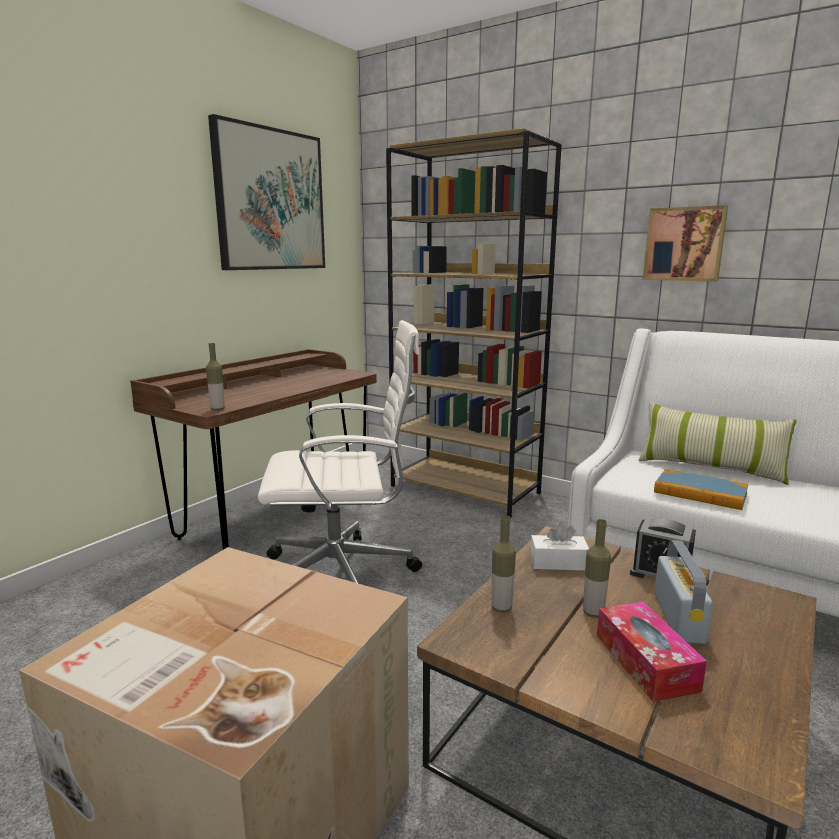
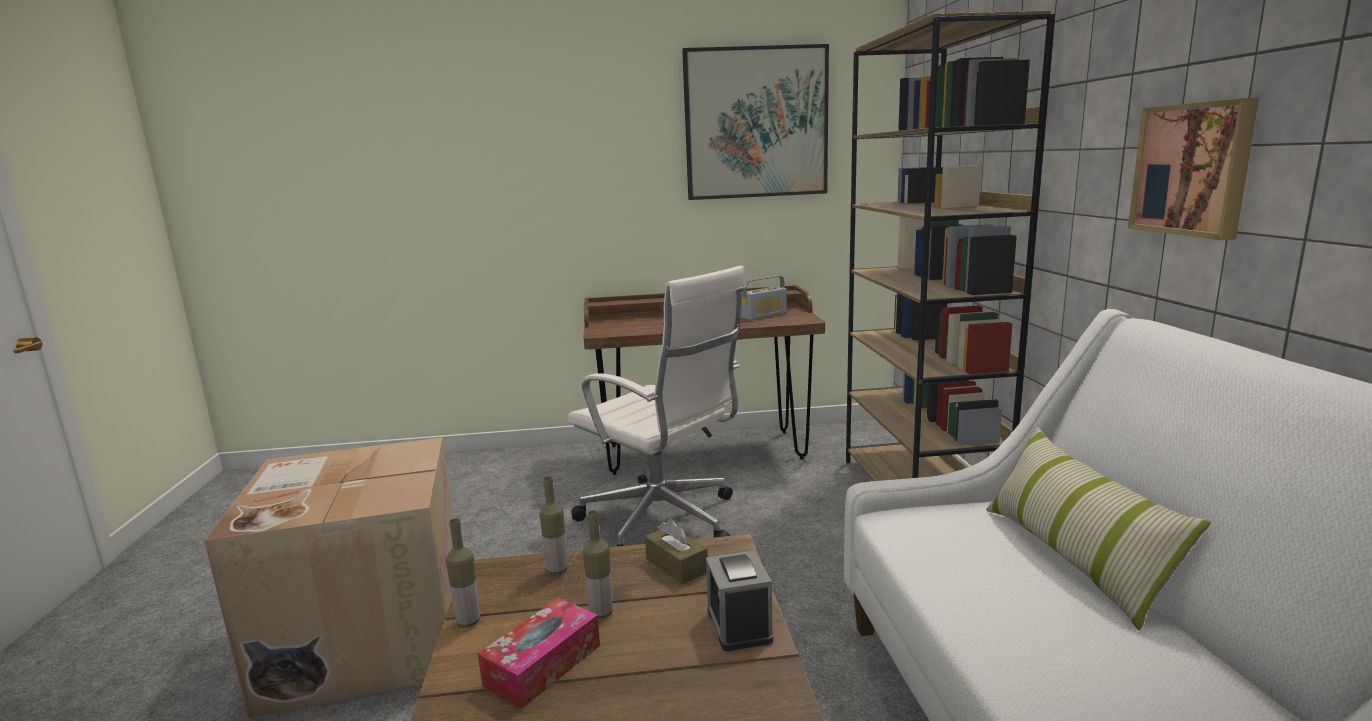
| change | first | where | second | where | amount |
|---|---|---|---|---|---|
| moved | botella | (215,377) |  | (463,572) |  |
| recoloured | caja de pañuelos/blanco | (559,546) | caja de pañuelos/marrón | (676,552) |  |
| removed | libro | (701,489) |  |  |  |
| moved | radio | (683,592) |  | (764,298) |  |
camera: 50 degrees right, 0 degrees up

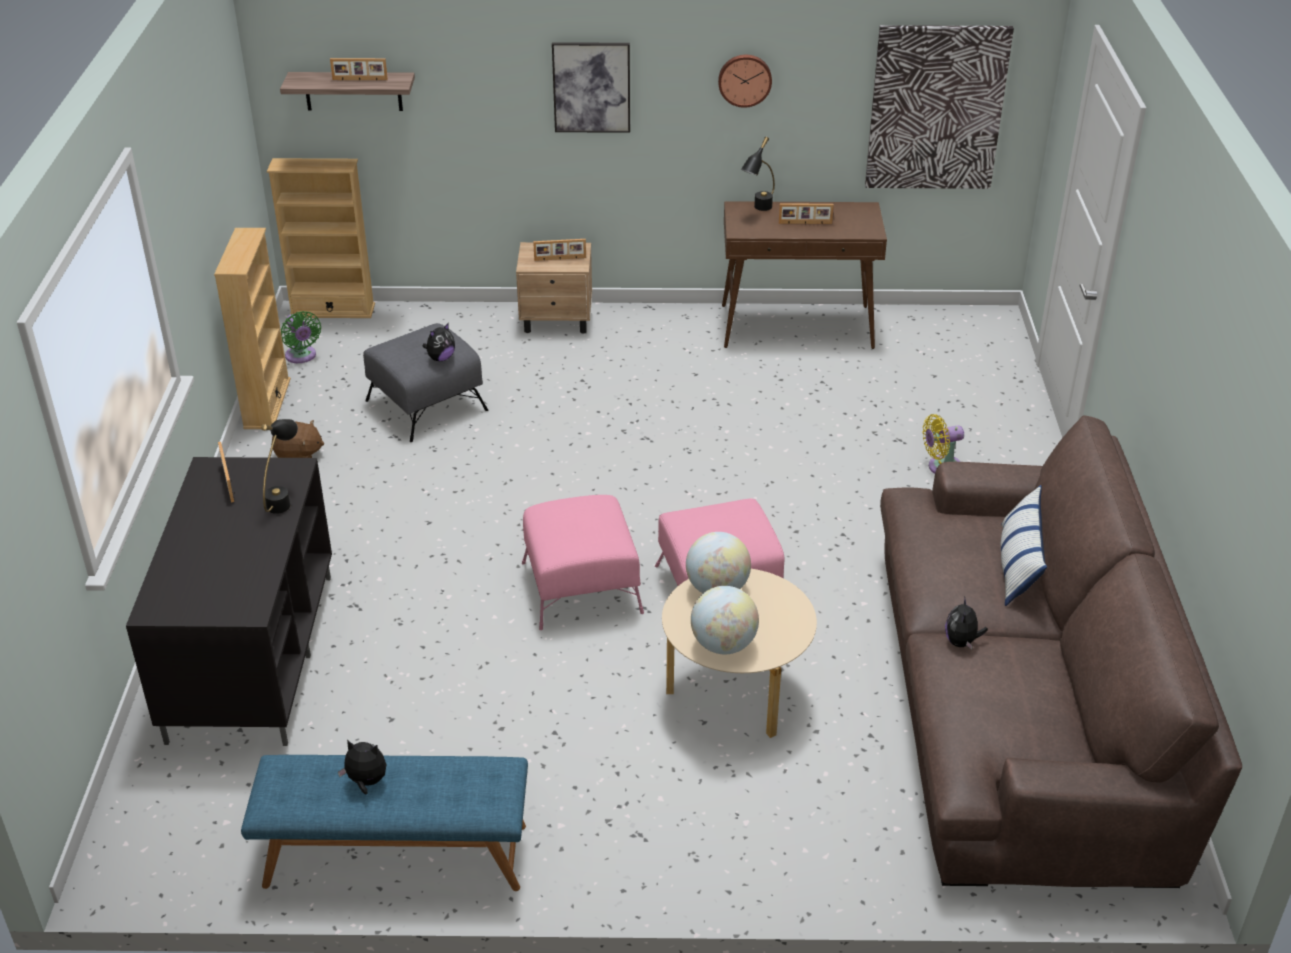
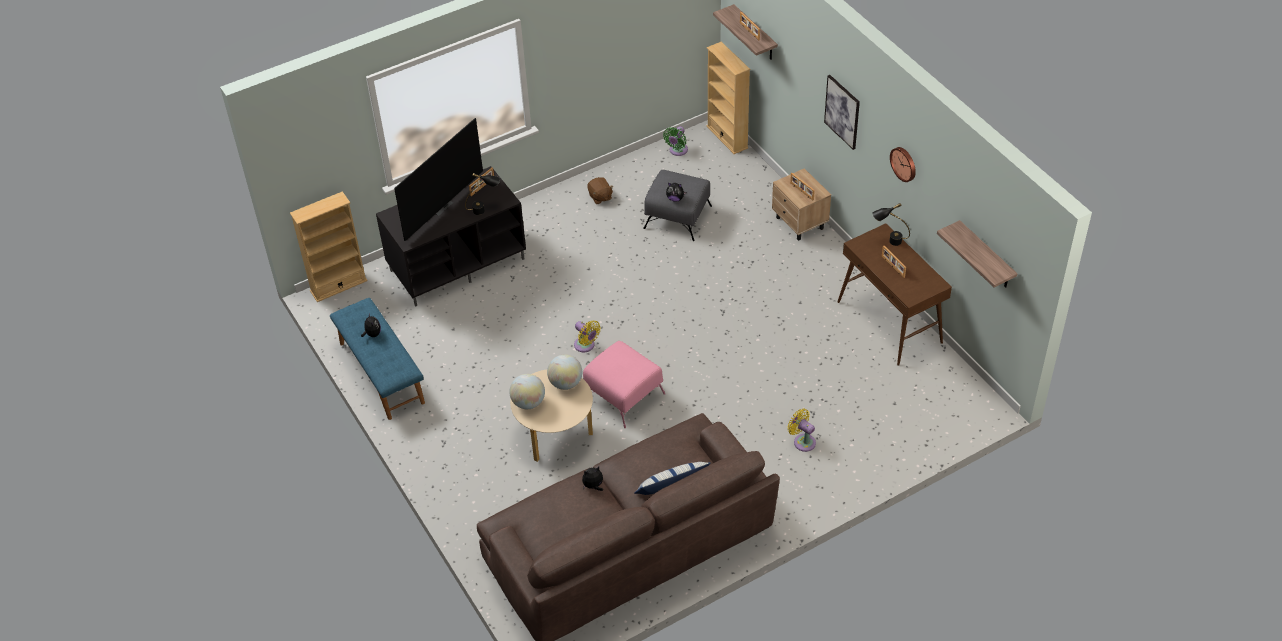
| change | first | where | second | where | amount |
|---|---|---|---|---|---|
| moved | estantería/beis | (252,328) |  | (328,246) |  |
| replaced | puf/rosa | (583,562) | ventilador/amarillo | (587,336) |  |
| replaced | cuadro | (939,107) | estante | (977,253) |  |
| added |  |  | televisor | (438,179) |  |
camera: 60 degrees right, 10 degrees up

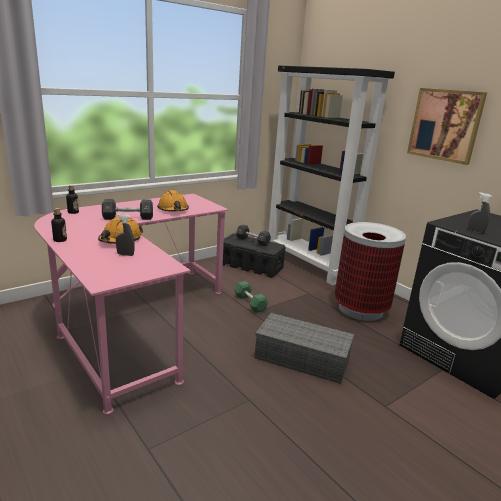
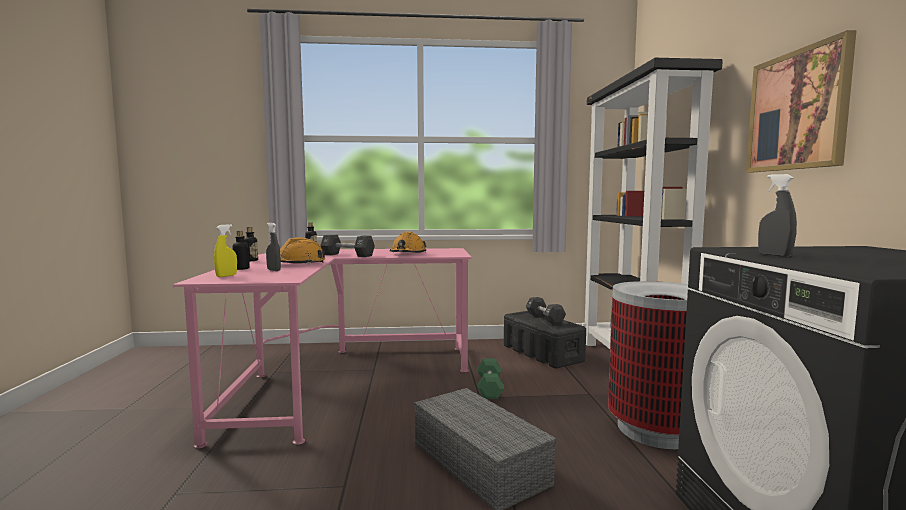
| change | first | where | second | where | amount |
|---|---|---|---|---|---|
| added |  |  | pulverizador/amarillo | (225,250) |  |
| added |  |  | botella | (241,250) |  |
camera: 35 degrees right, 15 degrees down

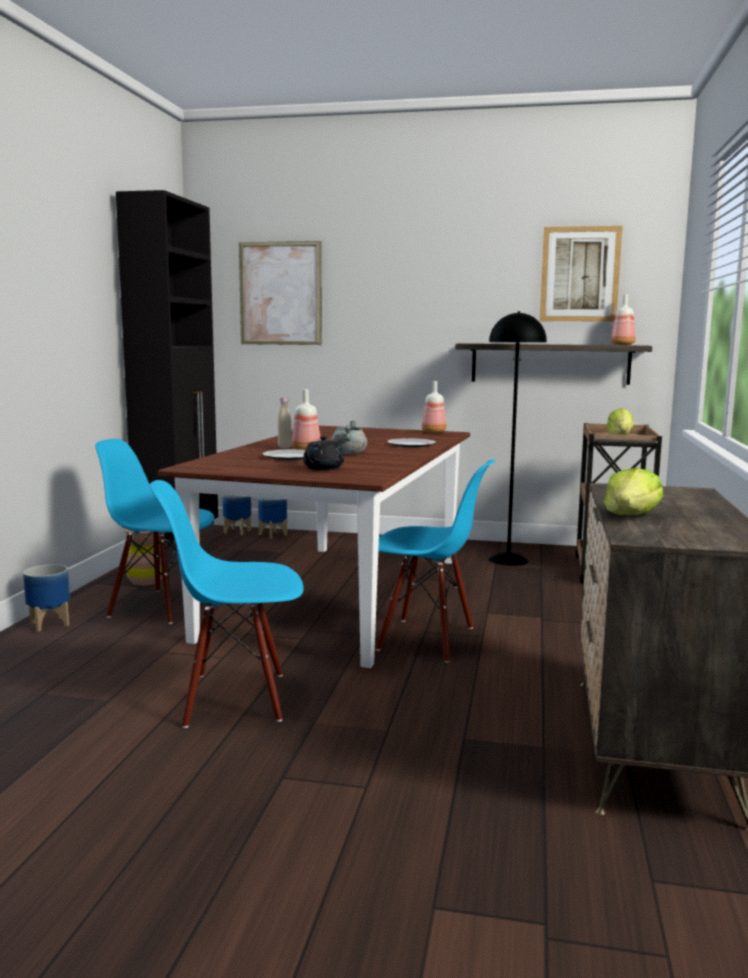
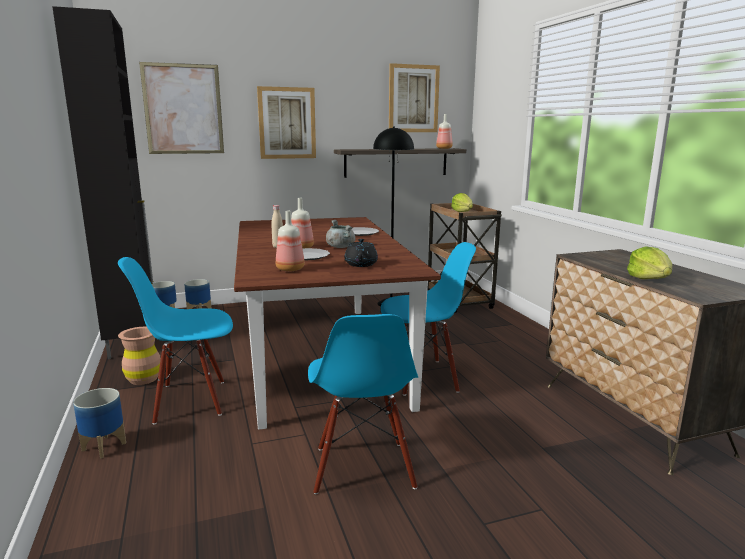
| change | first | where | second | where | amount |
|---|---|---|---|---|---|
| turned | silla/azul | (227,604) |  | (363,404) | 60 degrees counterclockwise |
| moved | botella | (434,407) |  | (290,241) |  |
| added |  |  | cuadro | (286,122) |  |
camera: 30 degrees left, 5 degrees up

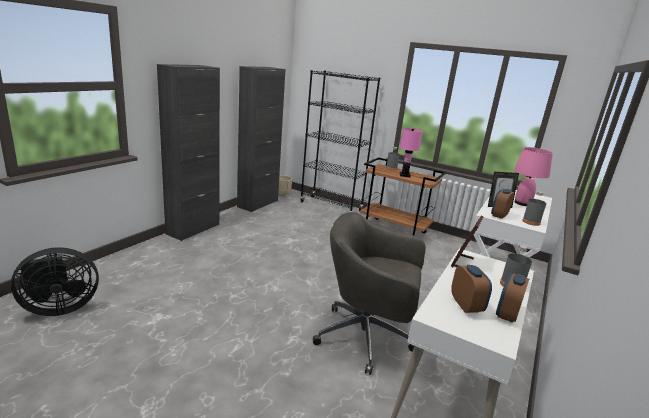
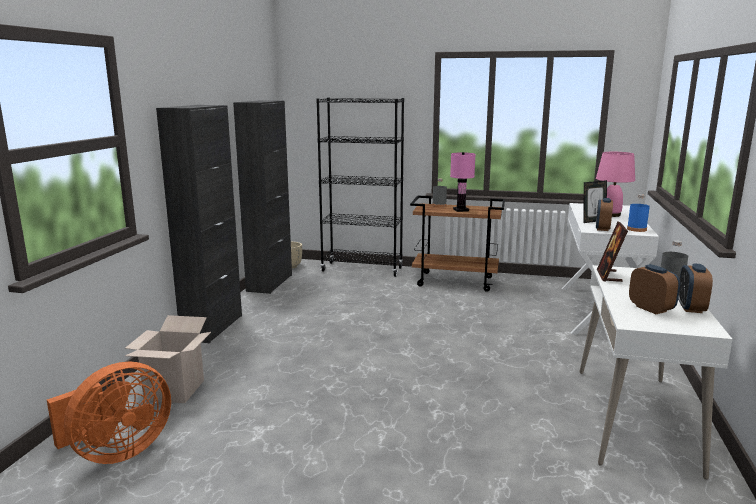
| change | first | where | second | where | amount |
|---|---|---|---|---|---|
| recoloured | ventilador/negro | (55,281) | ventilador/naranja | (109,412) |  |
| removed | silla de oficina/gris | (369,293) |  |  |  |
| recoloured | botella/gris | (534,208) | botella/azul | (638,213) |  |
| added |  |  | caja de cartón | (168,359) |  |
camera: 15 degrees left, 5 degrees down

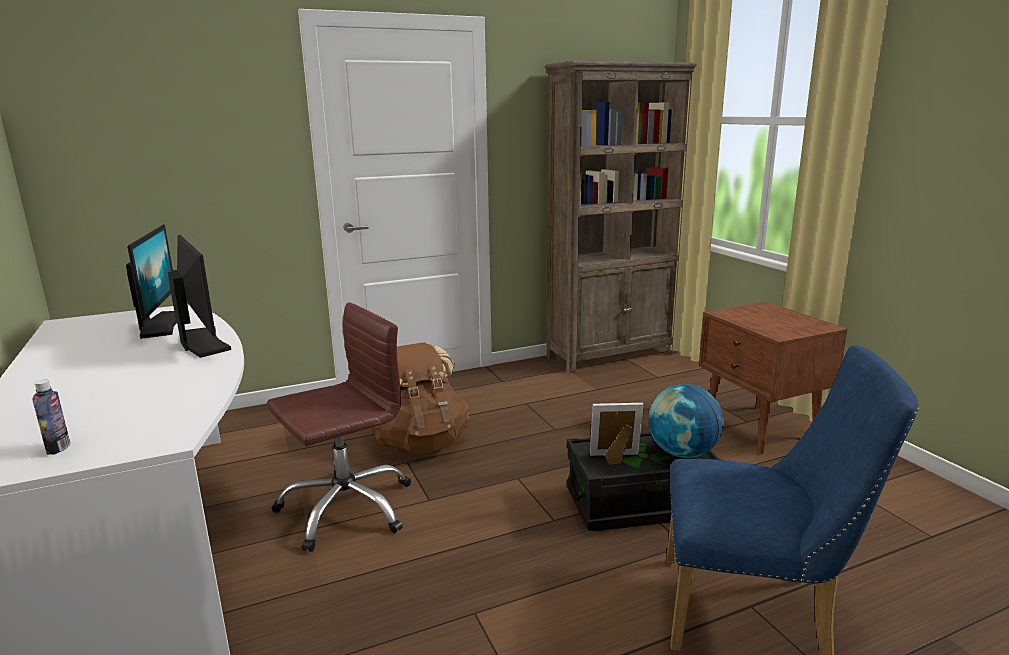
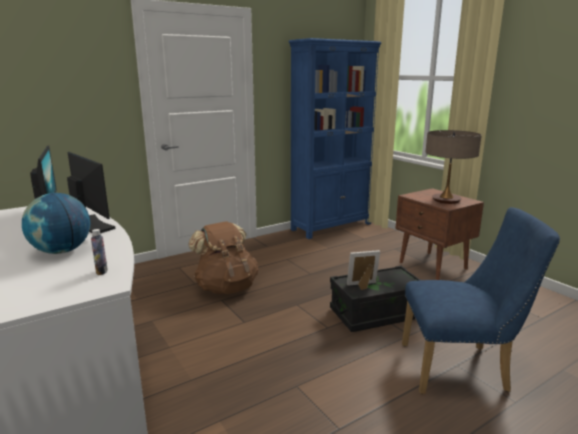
| change | first | where | second | where | amount |
|---|---|---|---|---|---|
| moved | botella | (51,417) |  | (99,252) |  |
| removed | silla de oficina/marrón | (339,427) |  |  |  |
| recoloured | estantería/marrón | (621,216) | estantería/azul | (335,138) |  |
| moved | globo terráqueo | (686,421) |  | (56,223) |  |
| added |  |  | lámpara de mesa | (453,167) |  |
camera: 10 degrees left, 0 degrees up

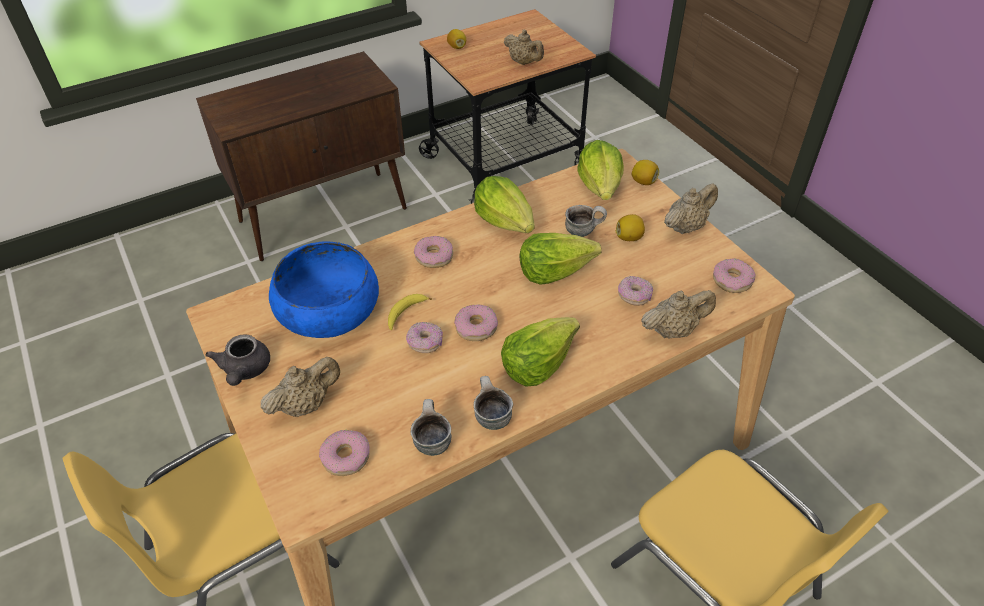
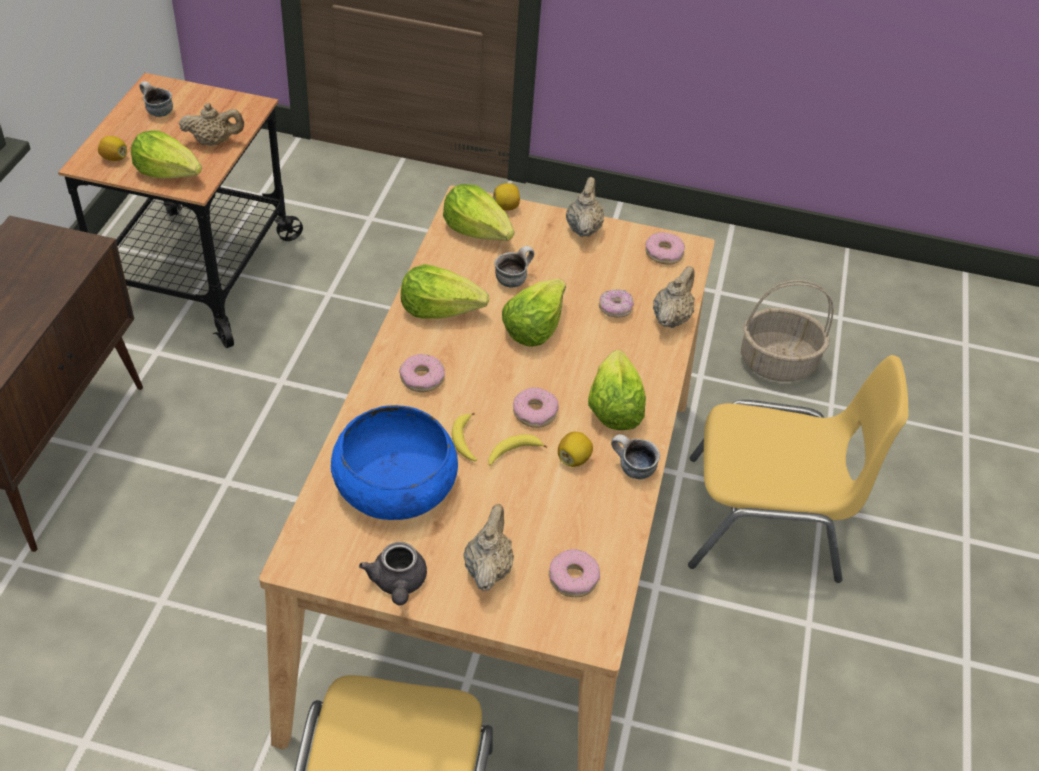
| change | first | where | second | where | amount |
|---|---|---|---|---|---|
| turned | tetera/gris | (237,360) |  | (393,574) | 45 degrees clockwise |
| replaced | rosquilla | (424,337) | plátano | (517,450) |  |
| moved | taza grande | (431,427) |  | (156,99) |  |
| moved | limón | (630,227) |  | (575,449) |  |
| added |  |  | lechuga | (166,154) |  |
| added |  |  | cesta | (787,331) |  |
camera: 50 degrees left, 0 degrees up

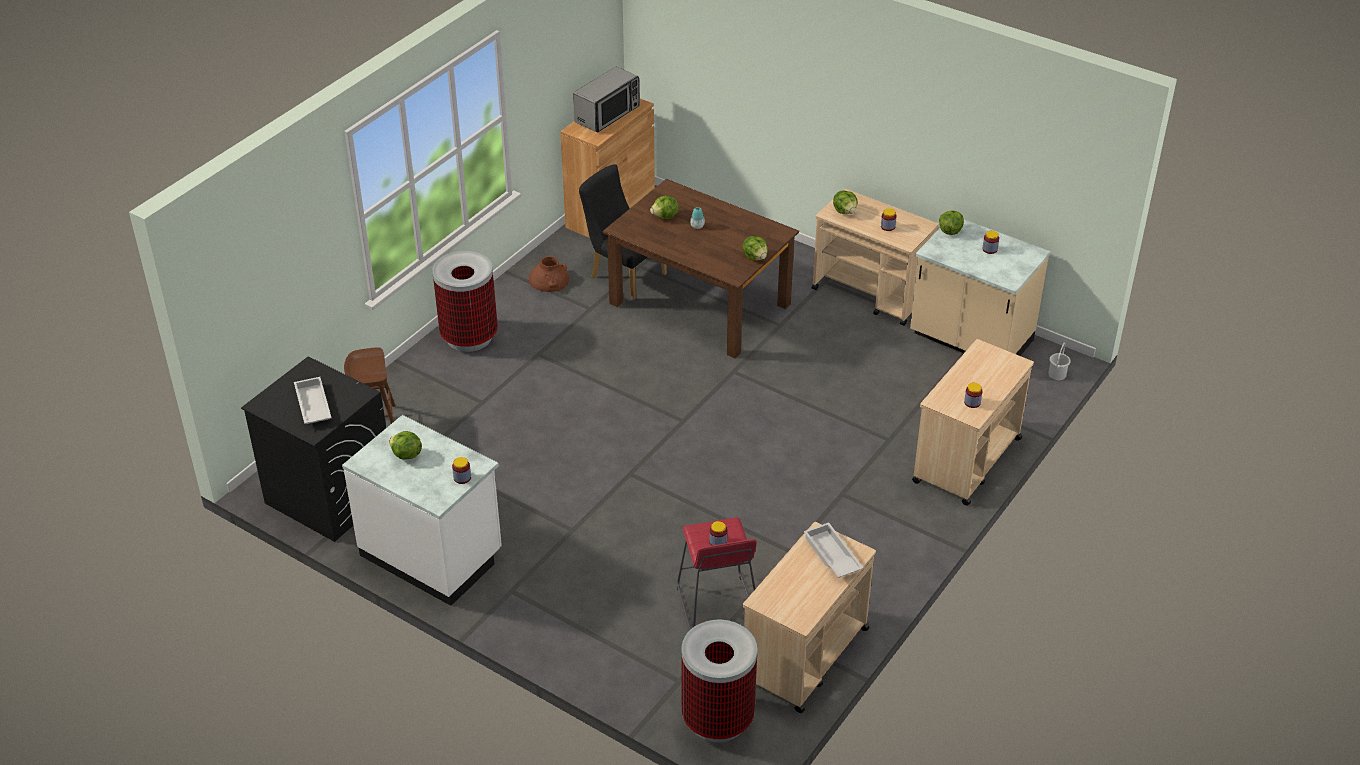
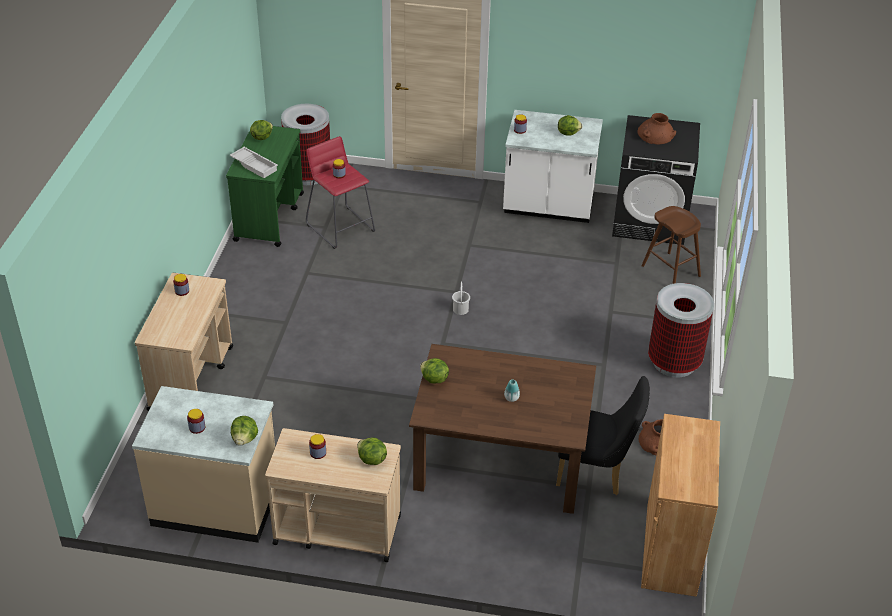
| change | first | where | second | where | amount |
|---|---|---|---|---|---|
| replaced | bandeja/blanco | (313,400) | florero/marrón | (656,128) |  |
| removed | microondas | (606,99) |  |  |  |
| moved | lechuga | (664,207) |  | (261,130) |  |
| recoloured | carrito/beis | (809,617) | carrito/verde | (265,186) |  |
| moved | cubo/blanco | (1059,361) |  | (461,298) |  |
camera: 155 degrees right, 0 degrees up

